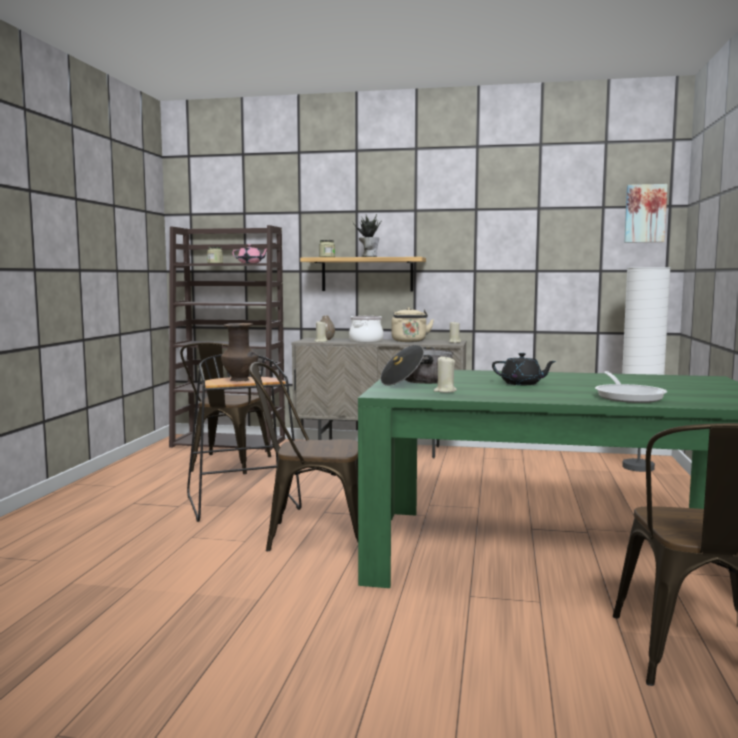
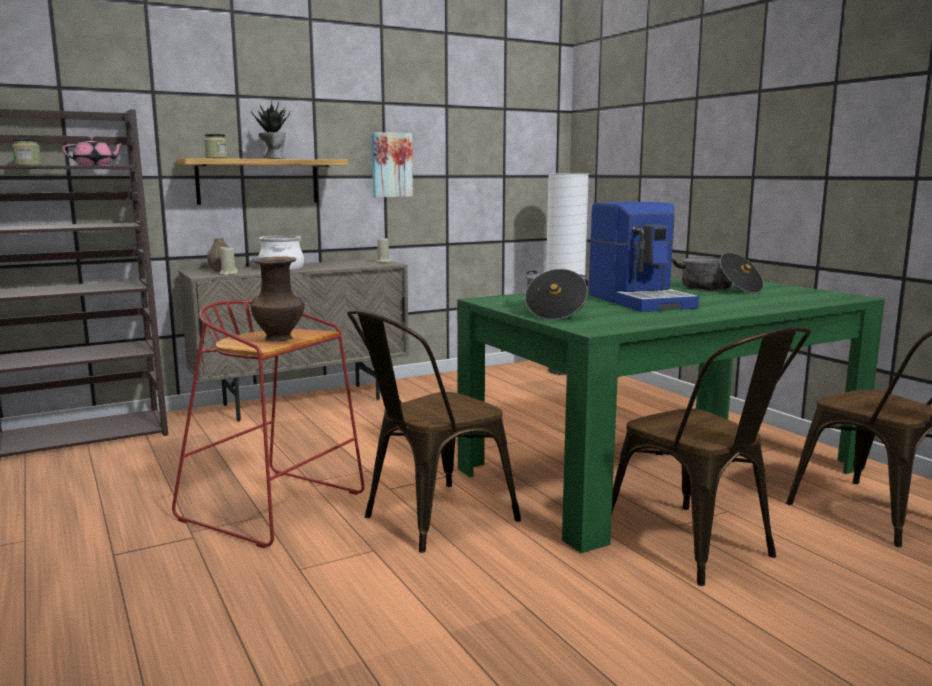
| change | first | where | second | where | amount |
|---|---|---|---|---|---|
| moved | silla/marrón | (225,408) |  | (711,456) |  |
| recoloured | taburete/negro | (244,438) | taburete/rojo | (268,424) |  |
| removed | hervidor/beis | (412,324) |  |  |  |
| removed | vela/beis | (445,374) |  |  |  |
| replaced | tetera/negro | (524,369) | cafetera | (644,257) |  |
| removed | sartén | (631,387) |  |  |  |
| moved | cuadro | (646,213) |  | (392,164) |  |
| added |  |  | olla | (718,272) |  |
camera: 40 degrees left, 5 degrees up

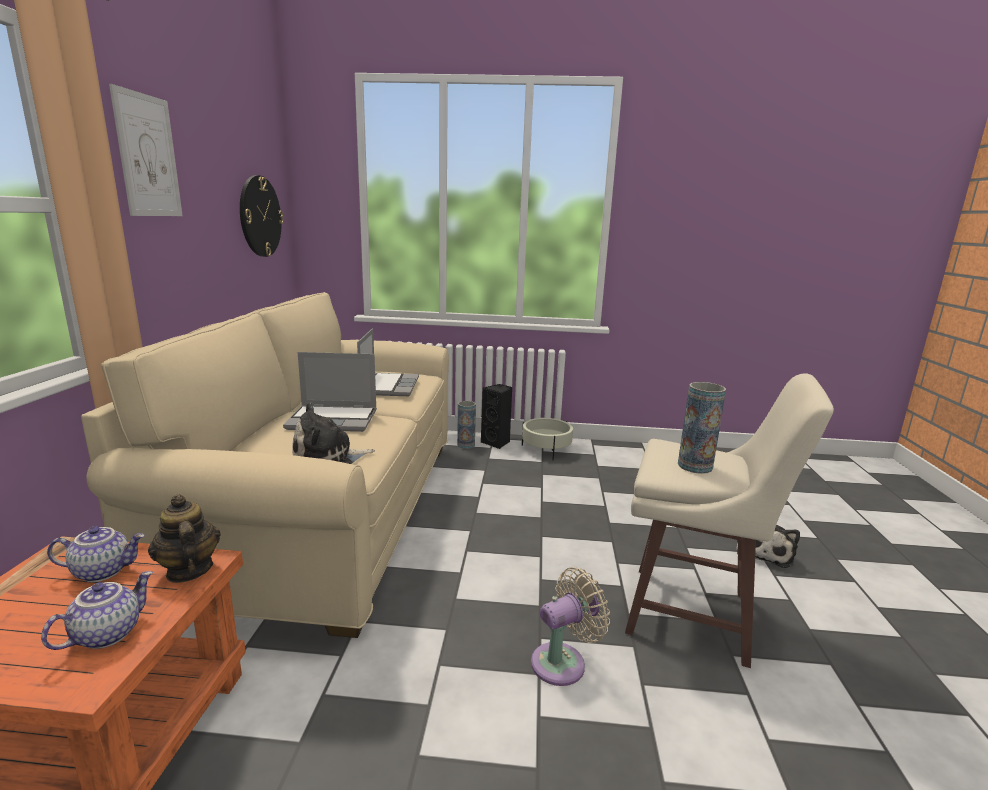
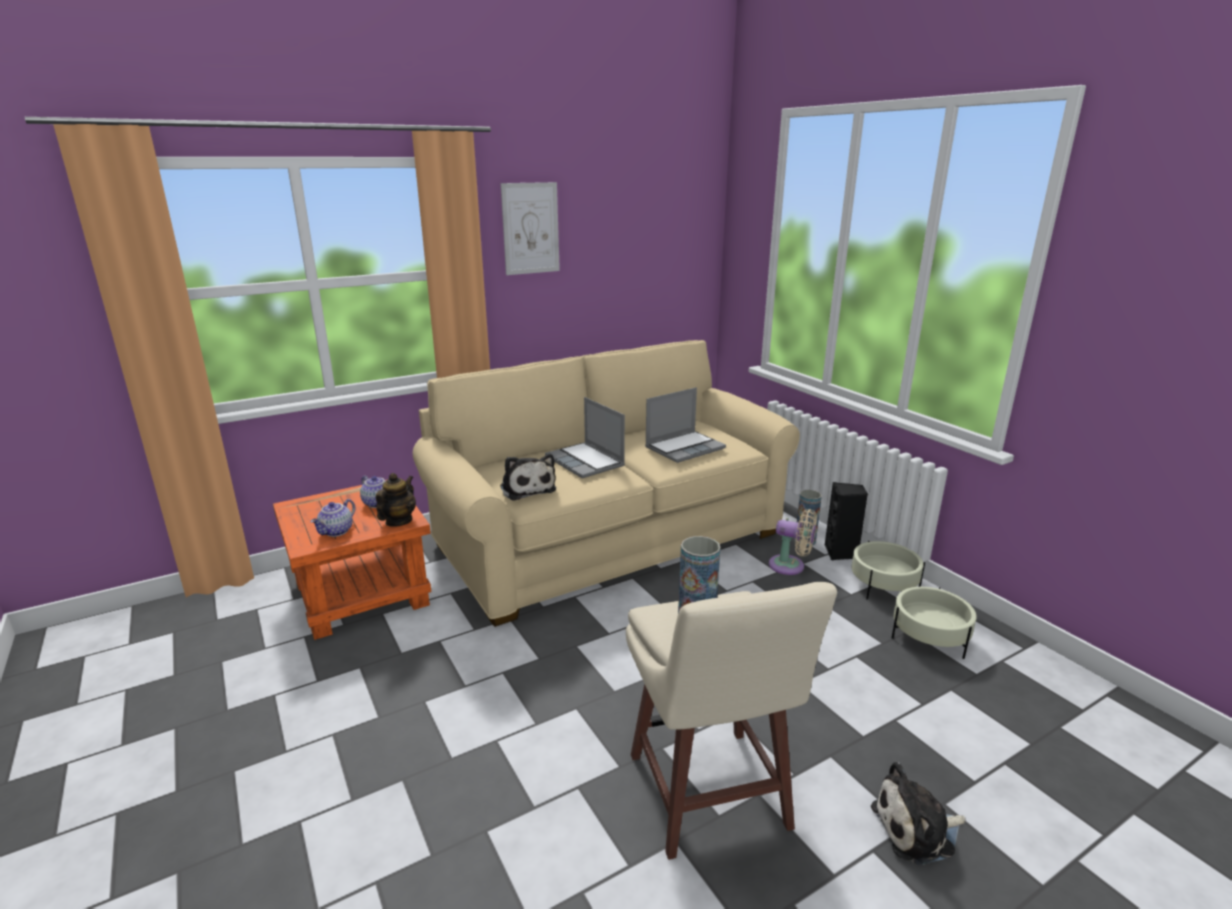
| change | first | where | second | where | amount |
|---|---|---|---|---|---|
| turned | tetera | (97,610) |  | (333,518) | 120 degrees clockwise |
| removed | reloj de pared | (262,216) |  |  |  |
| turned | peluche | (333,433) |  | (528,477) | 150 degrees counterclockwise |
| moved | ventilador/beis | (570,626) |  | (793,542) |  |
| added |  |  | maceta/beis | (934,623) |  |
camera: 55 degrees right, 5 degrees up

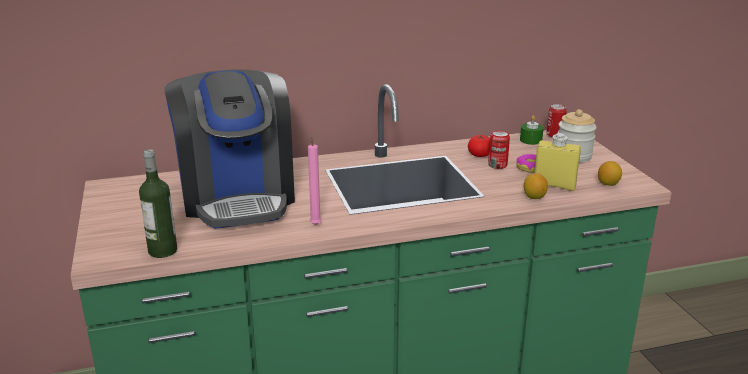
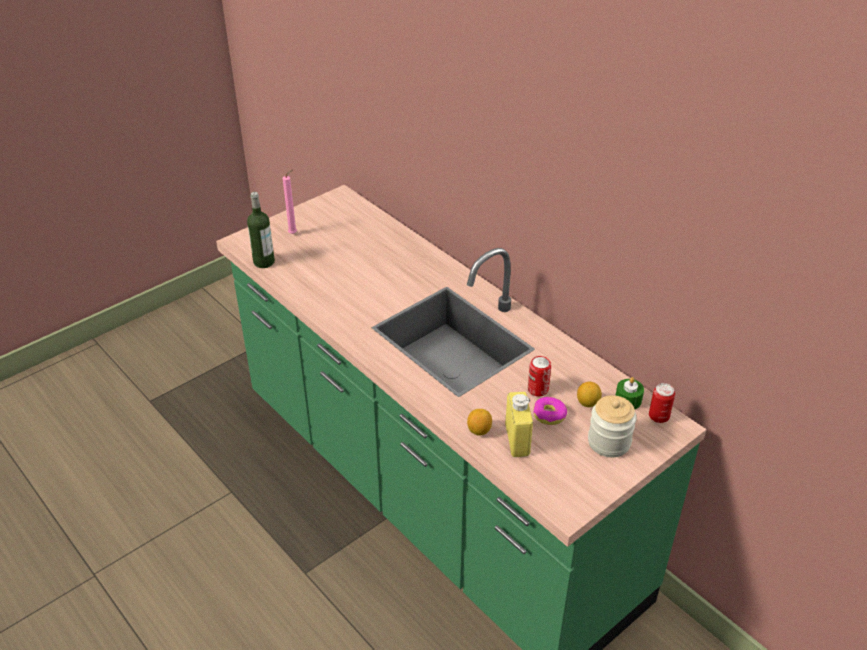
| change | first | where | second | where | amount |
|---|---|---|---|---|---|
| removed | cafetera | (230,149) |  |  |  |
| moved | vela/rosa | (315,179) |  | (290,201) |  |
| removed | tomate | (479,146) |  |  |  |
| moved | limón | (610,173) |  | (589,394) |  |
camera: 65 degrees right, 15 degrees up

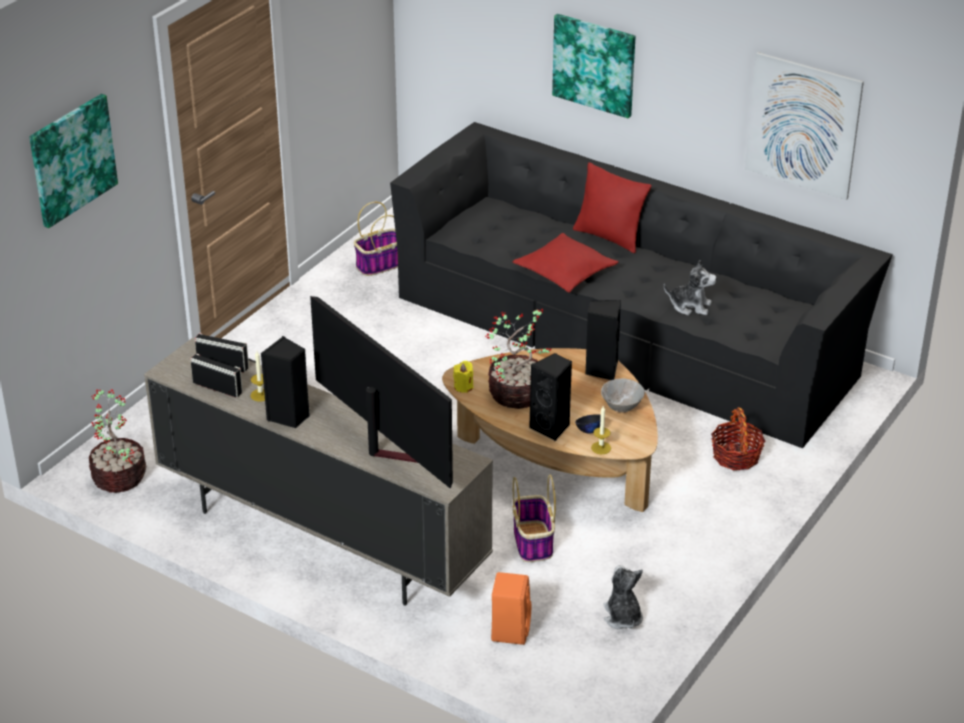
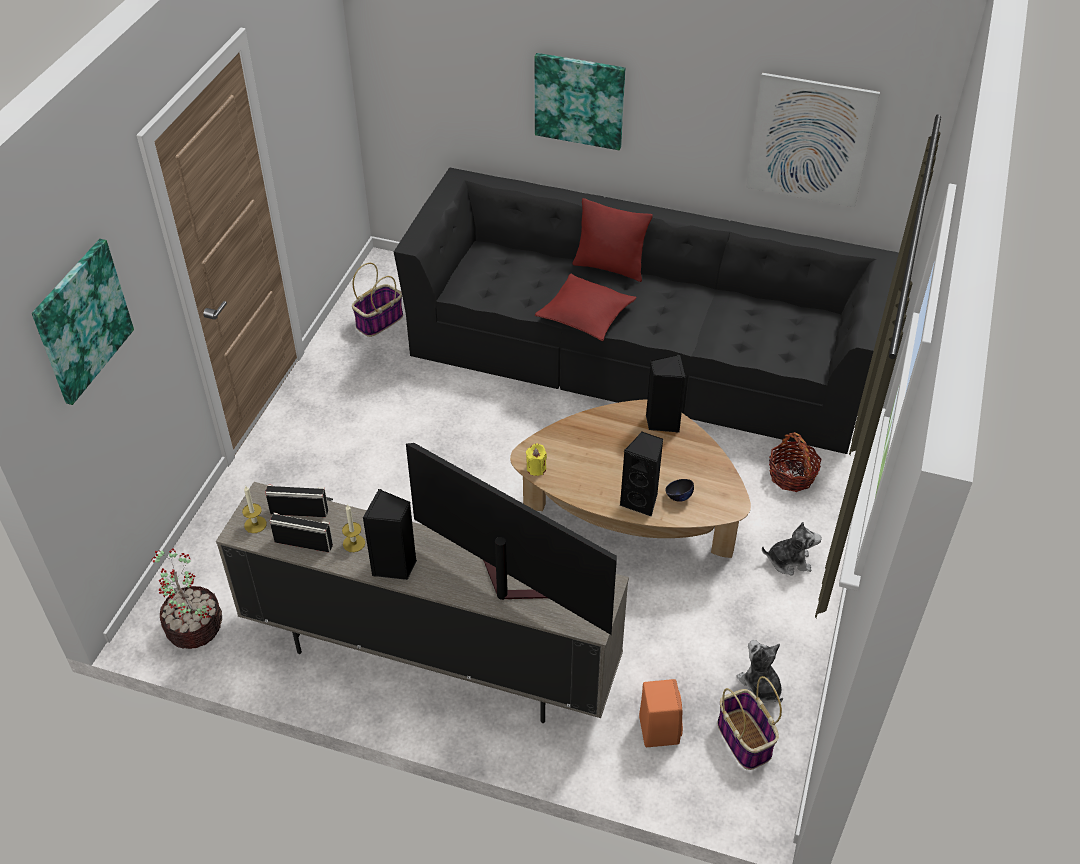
| change | first | where | second | where | amount |
|---|---|---|---|---|---|
| removed | planta en maceta | (518,359) |  |  |  |
| moved | cesta | (534,518) |  | (749,723) |  |
| moved | vela | (601,430) |  | (254,509) |  |
| removed | cuenco/gris | (623,395) |  |  |  |
| moved | peluche | (690,287) |  | (792,548) |  |
camera: 15 degrees left, 10 degrees up

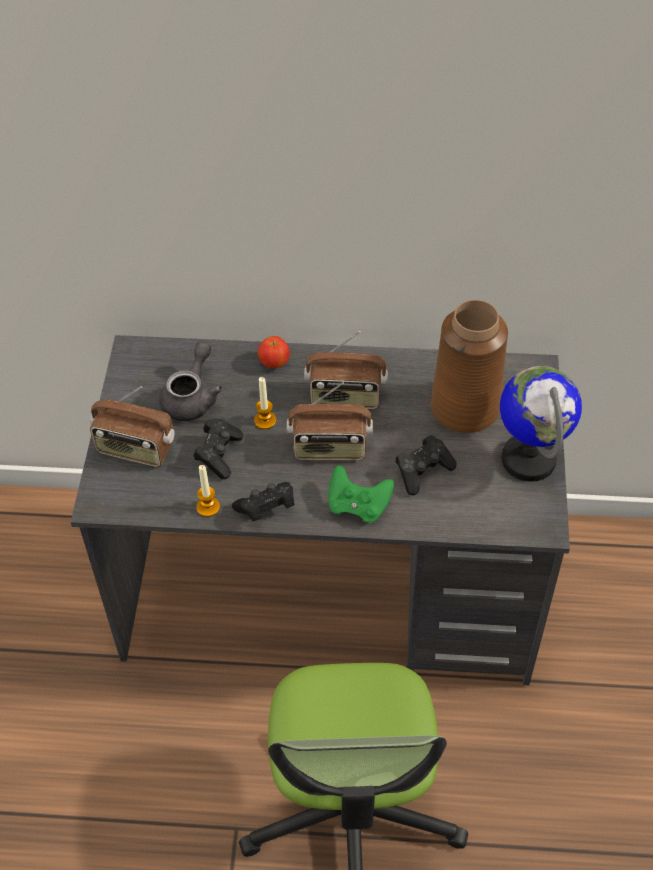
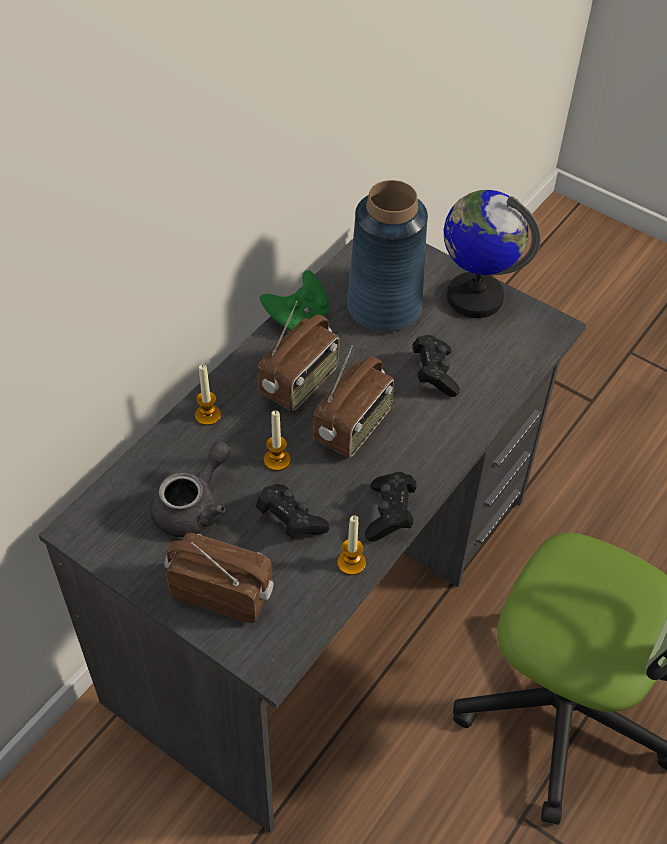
| change | first | where | second | where | amount |
|---|---|---|---|---|---|
| turned | radio | (132,426) |  | (219,577) | 120 degrees counterclockwise |
| turned | tetera/gris | (191,381) |  | (190,489) | 75 degrees clockwise |
| replaced | manzana | (274,352) | vela | (208,395) |  |
| moved | mando de consola/verde | (361,494) |  | (294,300) |  |
| recoloured | florero/marrón | (469,366) | florero/azul | (387,256) |  |
camera: 60 degrees left, 0 degrees up

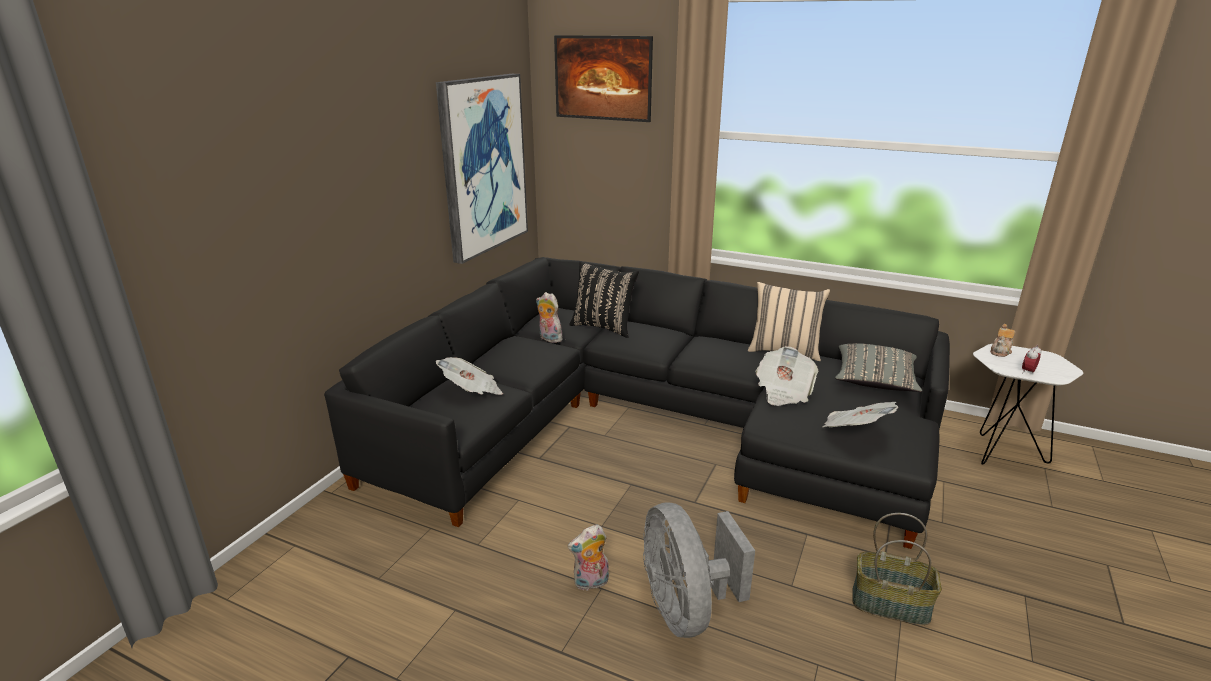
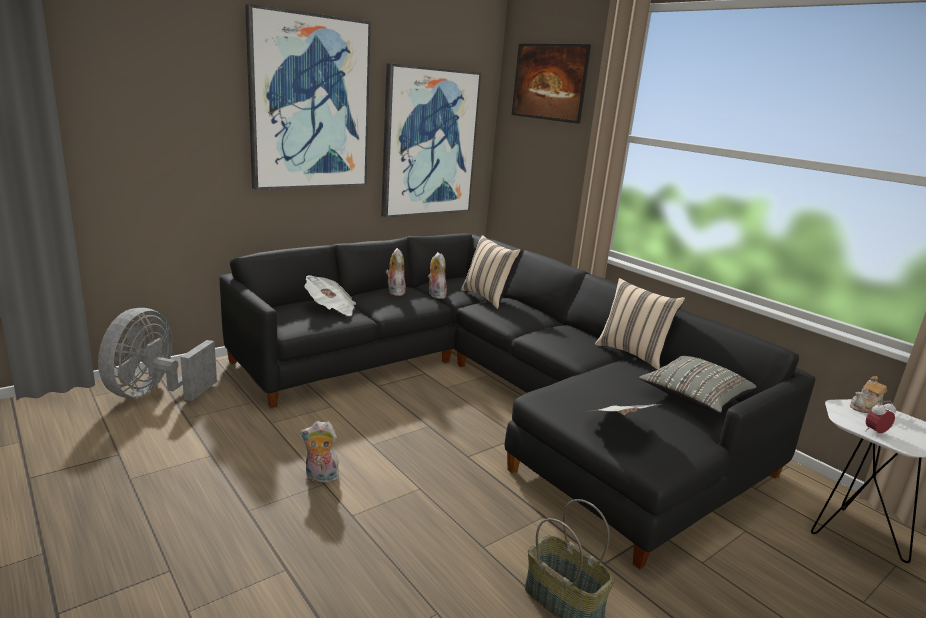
| change | first | where | second | where | amount |
|---|---|---|---|---|---|
| recoloured | cojín/negro | (604,299) | cojín/beis | (491,272) |  |
| moved | ventilador/gris | (699,570) |  | (157,354) |  |
| removed | periódico | (787,376) |  |  |  |
| added |  |  | cuadro | (308,97) |  |
| added |  |  | peluche | (396,272) |  |
camera: 25 degrees right, 5 degrees down

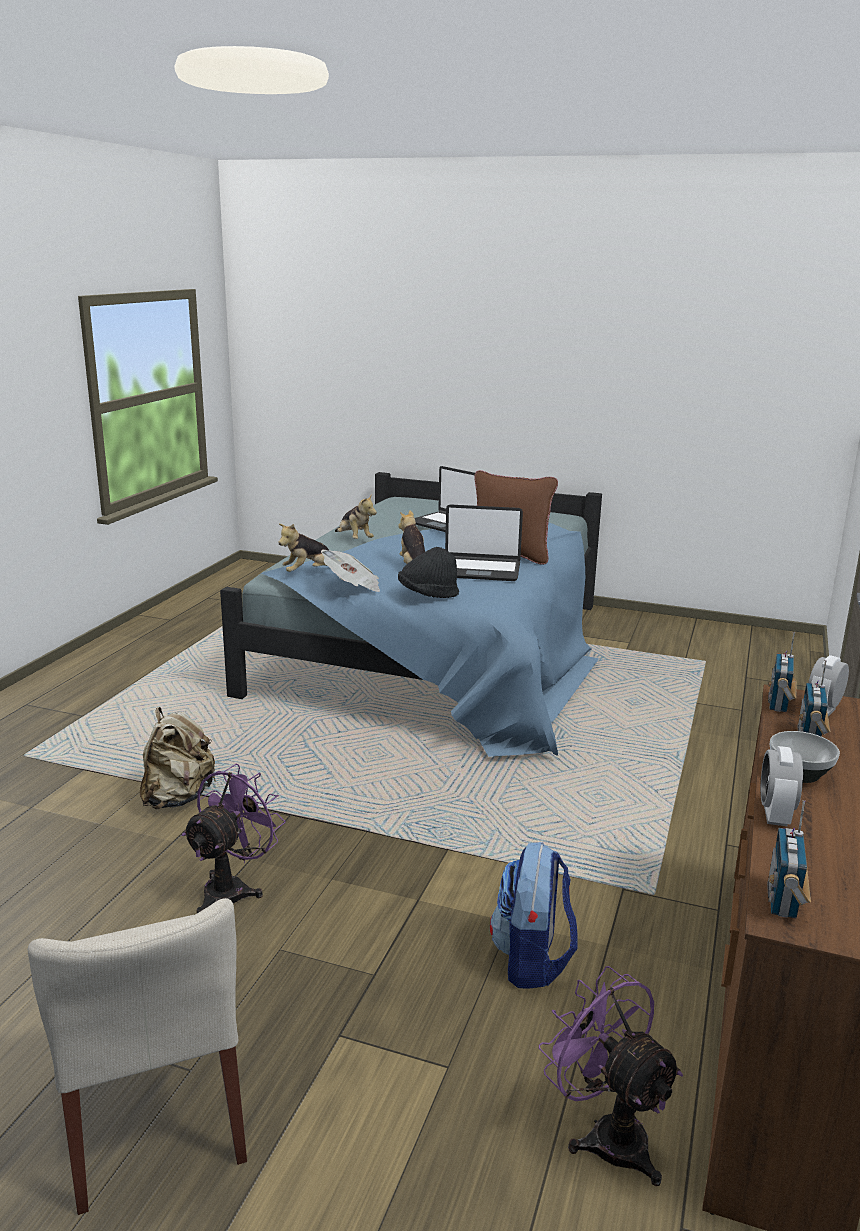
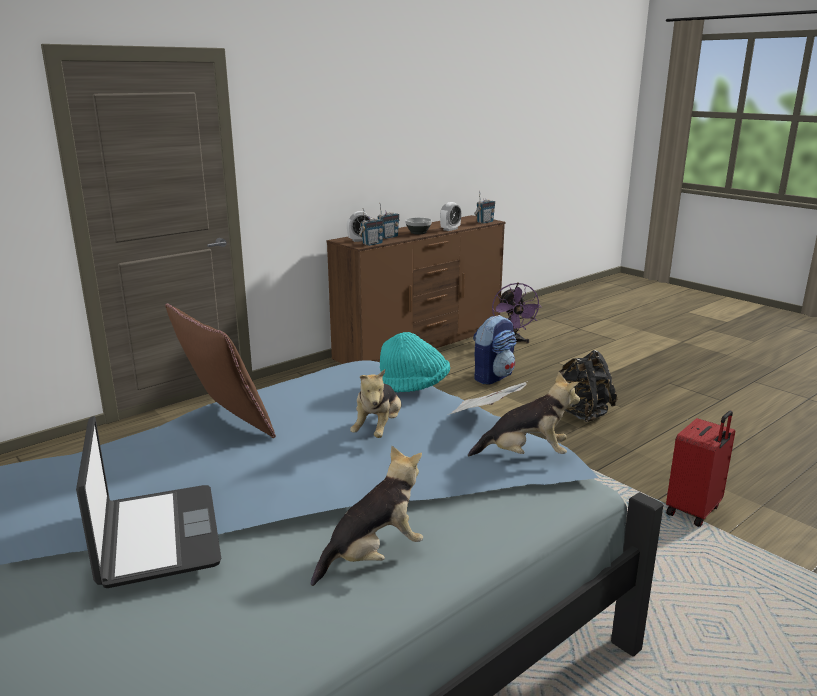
| change | first | where | second | where | amount |
|---|---|---|---|---|---|
| removed | silla/beis | (137,1056) |  |  |  |
| replaced | mochila/beis | (178,758) | maleta/rojo | (700,469) |  |
| removed | ventilador/morado | (233,838) |  |  |  |
| turned | peluche | (356,516) |  | (367,516) | 60 degrees clockwise |
| recoloured | sombrero/negro | (428,572) | sombrero/turquesa | (415,362) |  |
| removed | portátil | (484,542) |  |  |  |
| added |  |  | mochila/negro | (588,386) |  |
camera: 150 degrees left, 0 degrees up

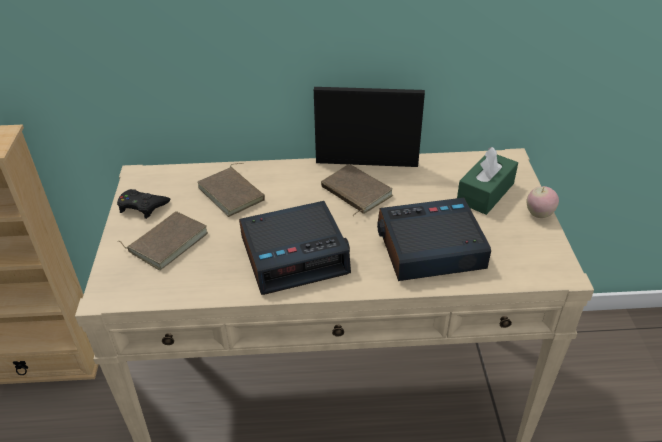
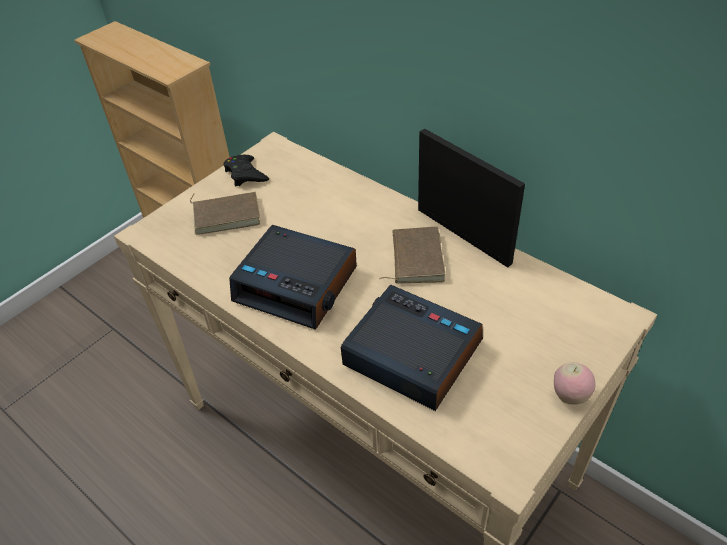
| change | first | where | second | where | amount |
|---|---|---|---|---|---|
| removed | libro/marrón | (231,190) |  |  |  |
| removed | caja de pañuelos/verde | (487,181) |  |  |  |
camera: 45 degrees right, 5 degrees up

